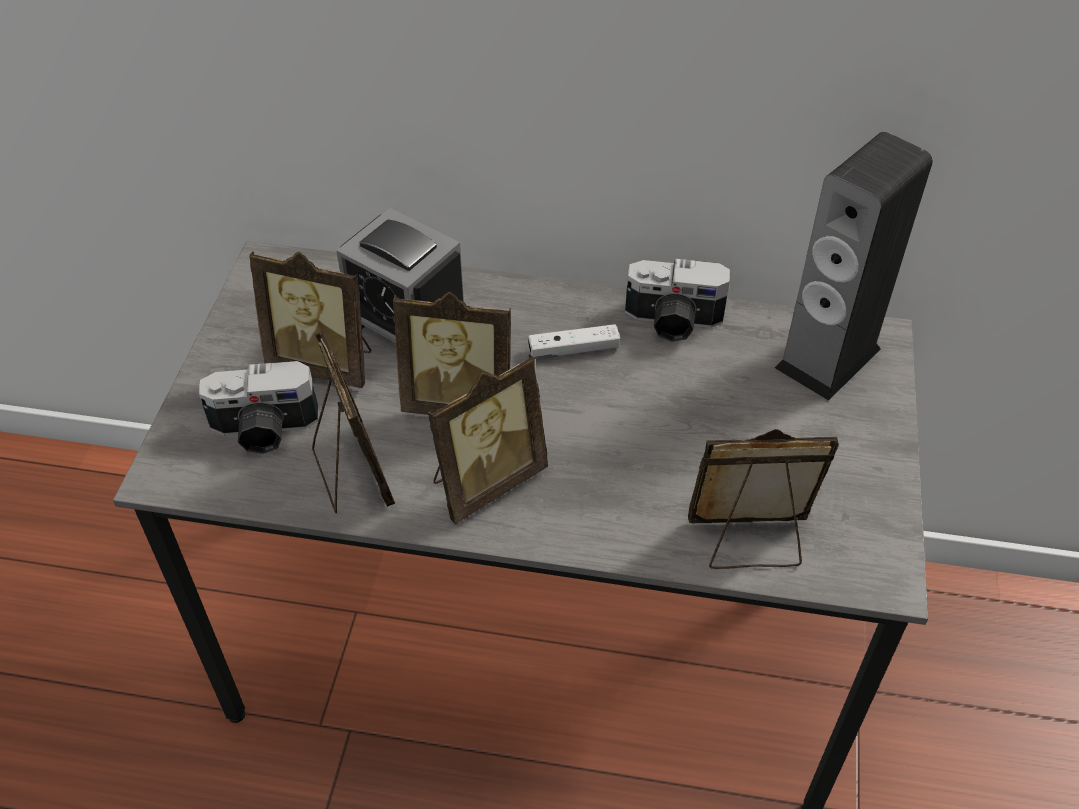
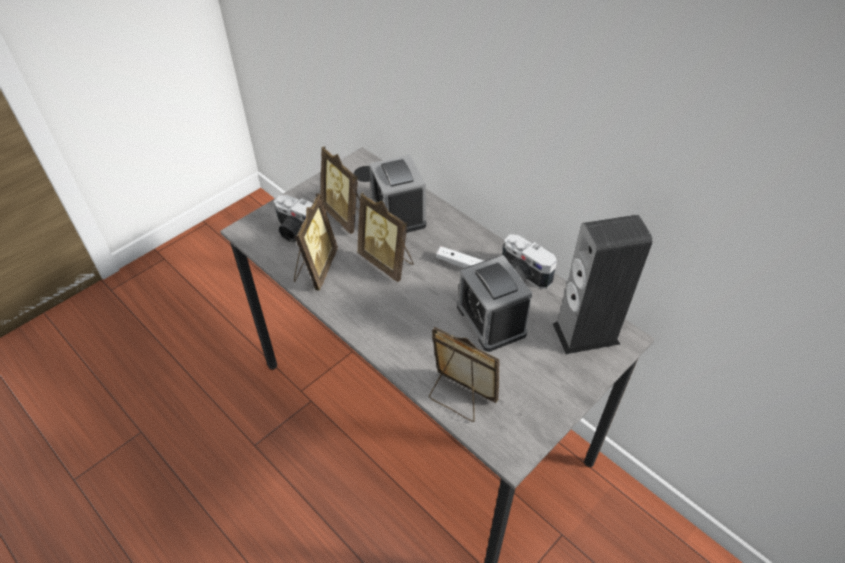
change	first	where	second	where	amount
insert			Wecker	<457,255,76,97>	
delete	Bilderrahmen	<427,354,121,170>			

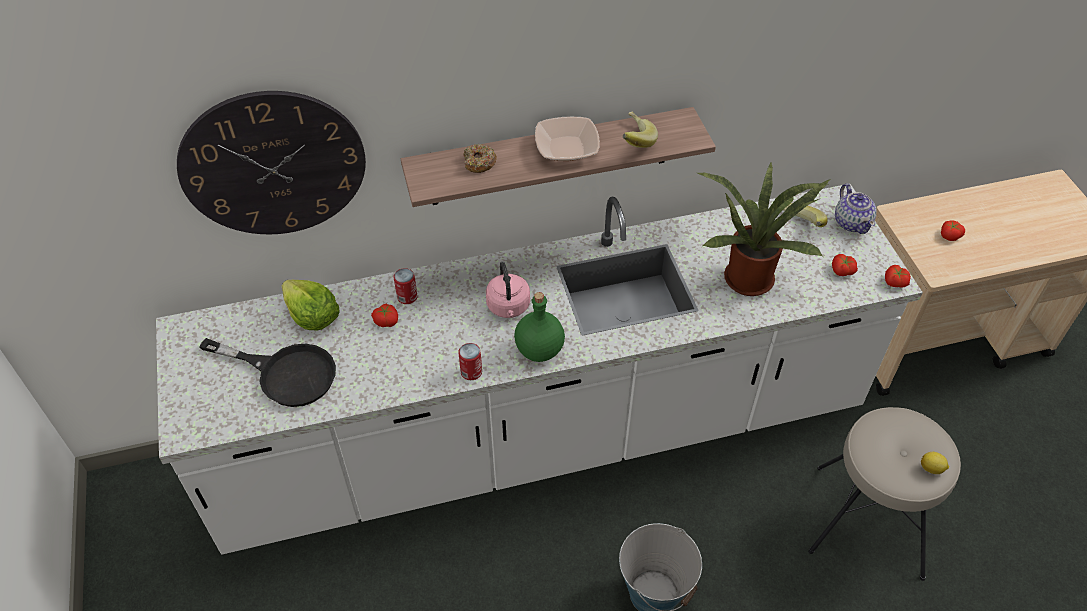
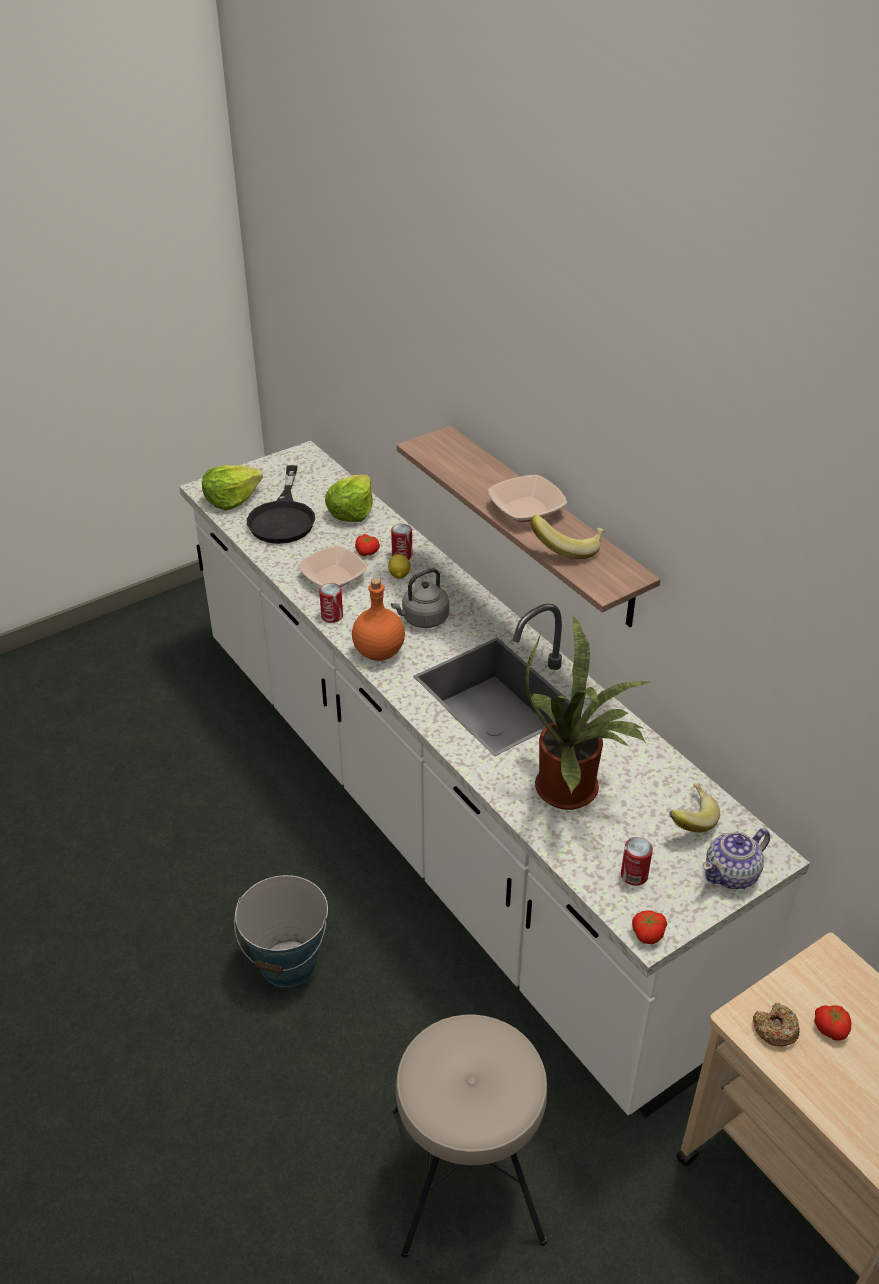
change	first	where	second	where	amount
insert			Salatkopf	<202,465,61,45>	
insert			Schüssel	<298,546,70,41>	
recolor	Flasche [grün]	<514,292,51,70>	Flasche [orange]	<352,578,53,83>	
move	Zitrone	<921,452,28,22>		<388,554,22,25>	
recolor	Wasserkessel [rosa]	<486,262,44,56>	Wasserkessel [grau]	<391,568,58,60>	
replace	Tomate	<832,254,26,22>	Dose	<621,837,32,49>	
move	Donut	<464,144,33,29>		<753,1003,47,44>	
delete	Wanduhr	<177,91,189,143>			

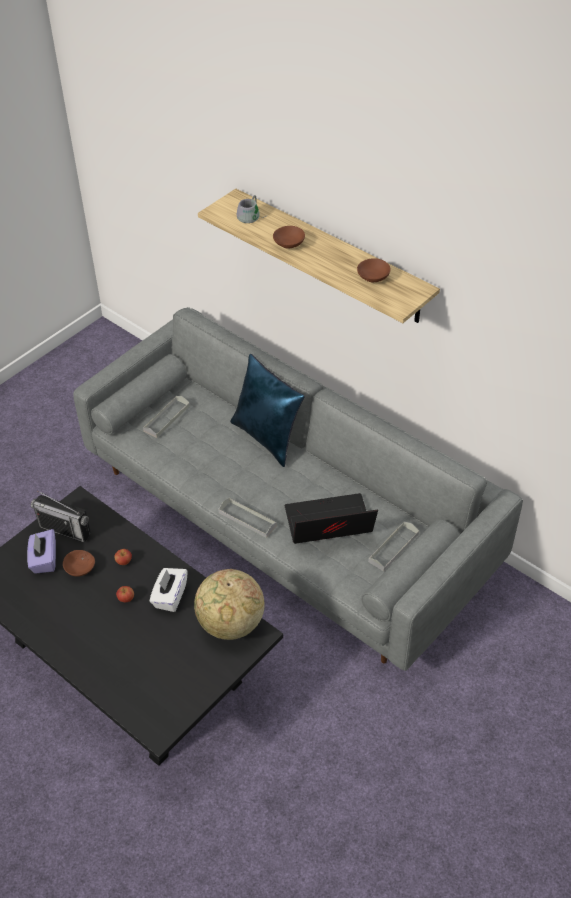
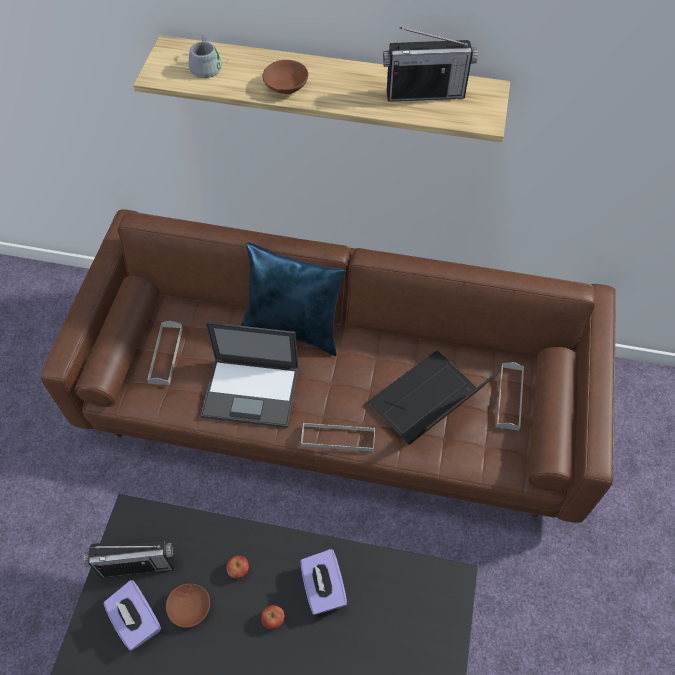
change	first	where	second	where	amount
recolor	Sofa [grau]	<73,307,450,364>	Sofa [braun]	<40,209,576,314>	
insert			Laptop	<201,322,98,106>	
recolor	Taschentuchbox [weiß]	<150,568,38,44>	Taschentuchbox [lila]	<300,549,47,66>	
replace	Schüssel [braun]	<357,258,34,24>	Radio	<383,27,95,75>	
delete	Globus	<194,569,71,71>			

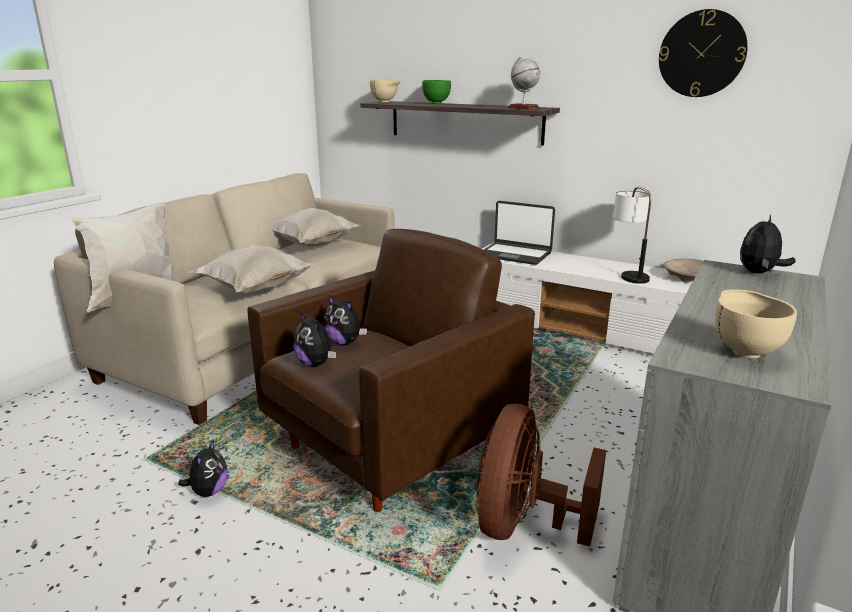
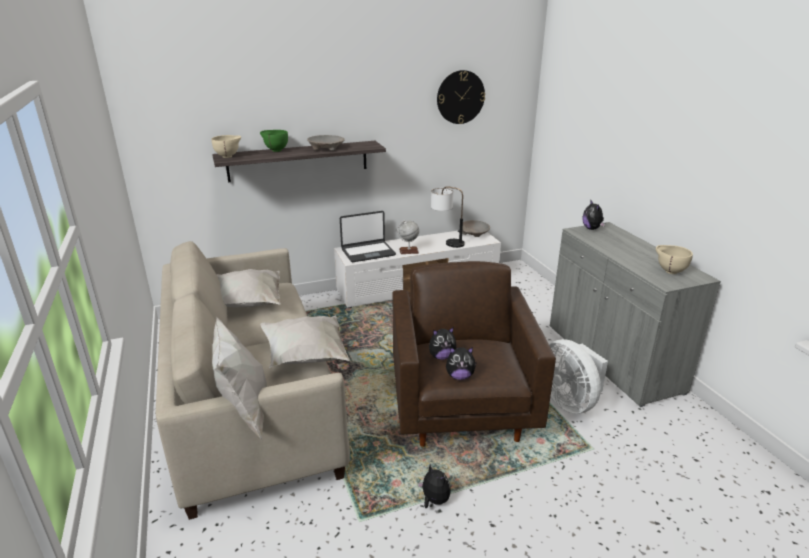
change	first	where	second	where	amount
insert			Schüssel [beige]	<307,135,38,16>	
move	Globus	<508,57,32,53>		<397,220,22,34>	
recolor	Ventilator [braun]	<476,404,130,143>	Ventilator [weiß]	<549,339,59,75>	

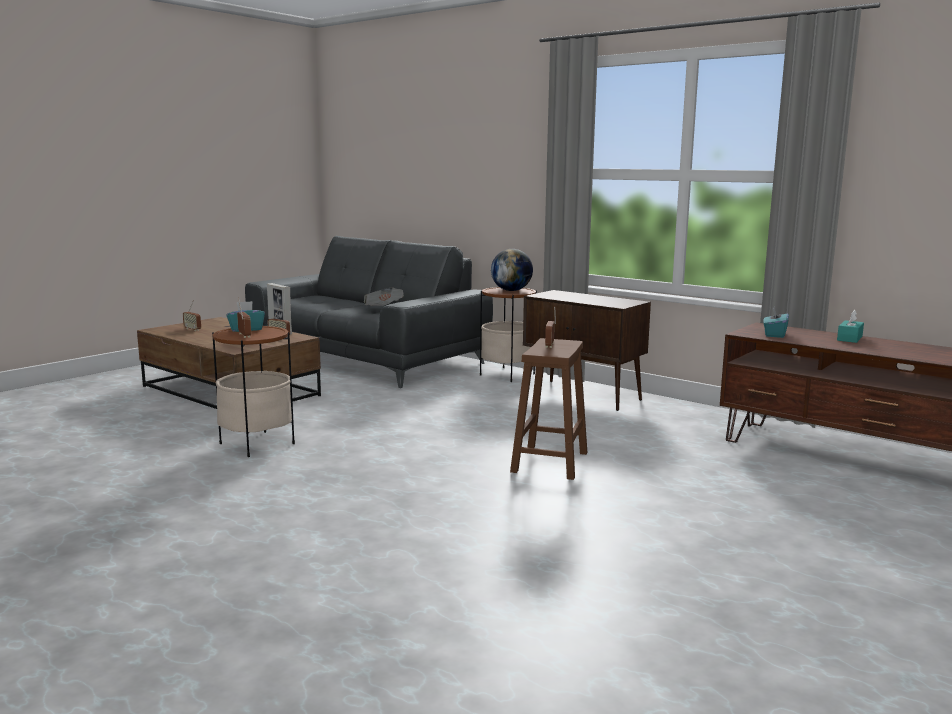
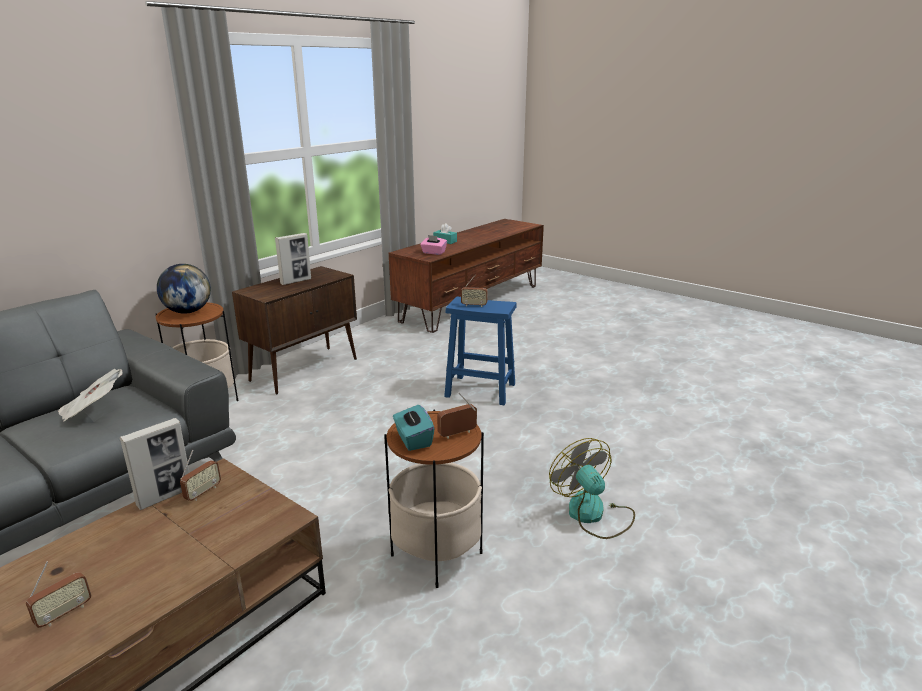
change	first	where	second	where	amount
insert			Bilderrahmen	<275,233,36,52>	
recolor	Taschentuchbox [türkis]	<763,307,26,31>	Taschentuchbox [rosa]	<420,235,27,20>	
recolor	Hocker [braun]	<510,338,77,142>	Hocker [blau]	<444,296,73,109>	
insert			Ventilator	<549,438,86,101>	

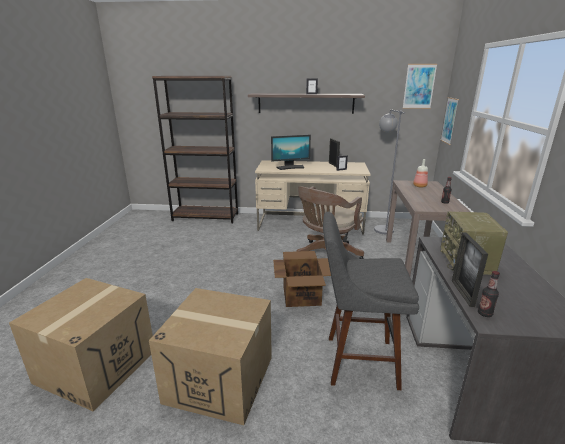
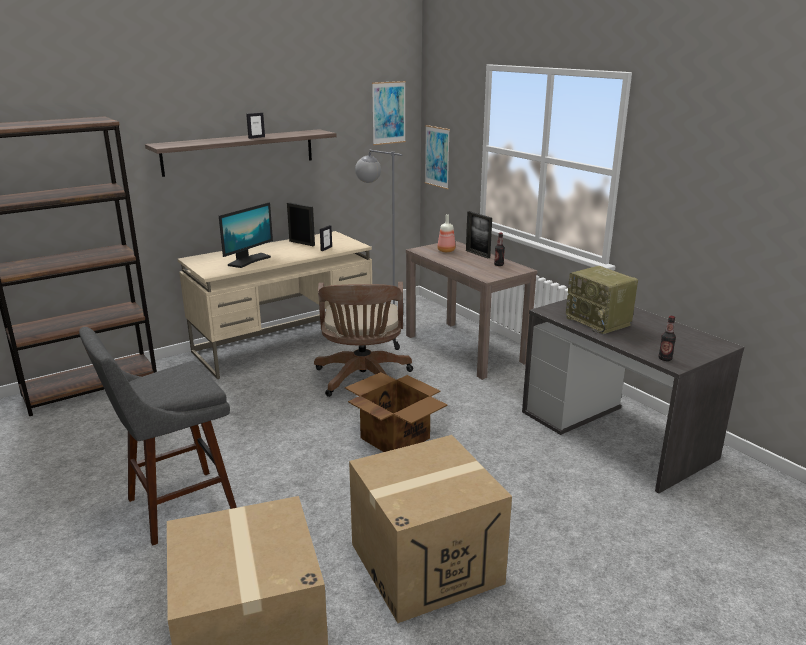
change	first	where	second	where	amount
move	Hocker [grau]	<323,212,96,178>		<79,327,158,219>	
move	Bilderrahmen	<452,233,36,74>		<466,211,26,48>	

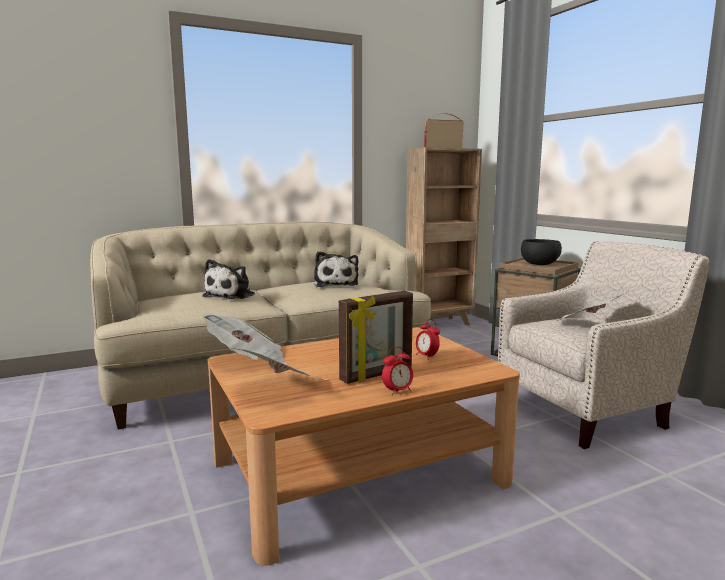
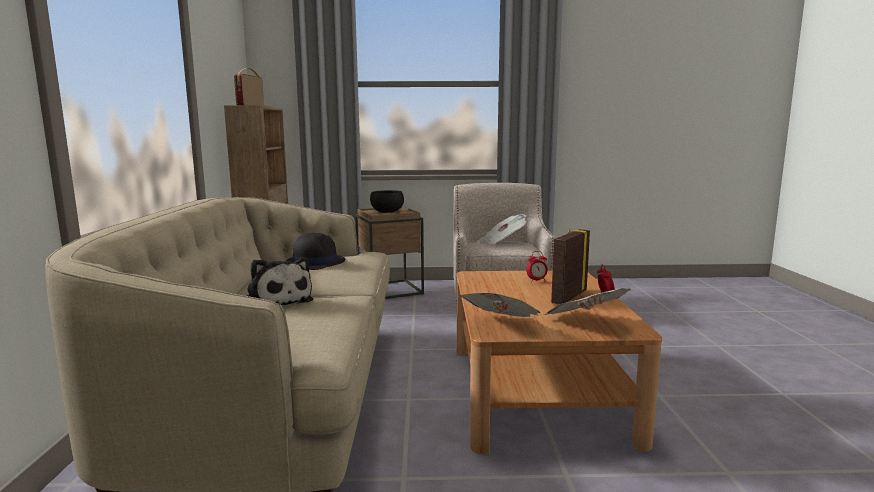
change	first	where	second	where	amount
replace	Plüschtier	<314,251,45,36>	Hut [schwarz]	<286,233,59,37>	
rotate	Bilderrahmen	<339,291,74,93>		<551,229,39,76>	135 degrees counterclockwise

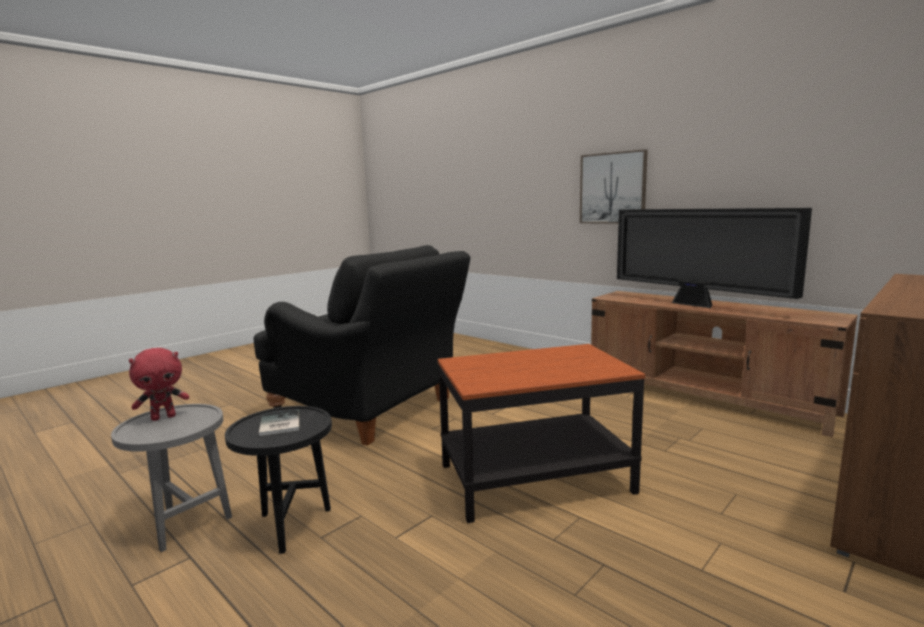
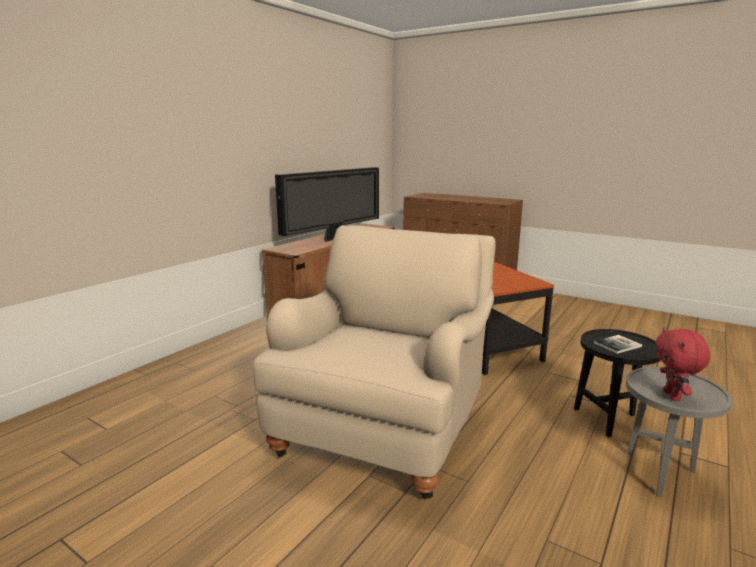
change	first	where	second	where	amount
recolor	Sessel [schwarz]	<254,245,216,200>	Sessel [beige]	<253,225,243,274>	
rotate	Plüschtier [rot]	<129,348,60,73>		<655,327,55,74>	135 degrees counterclockwise
delete	Bild	<580,149,68,75>			

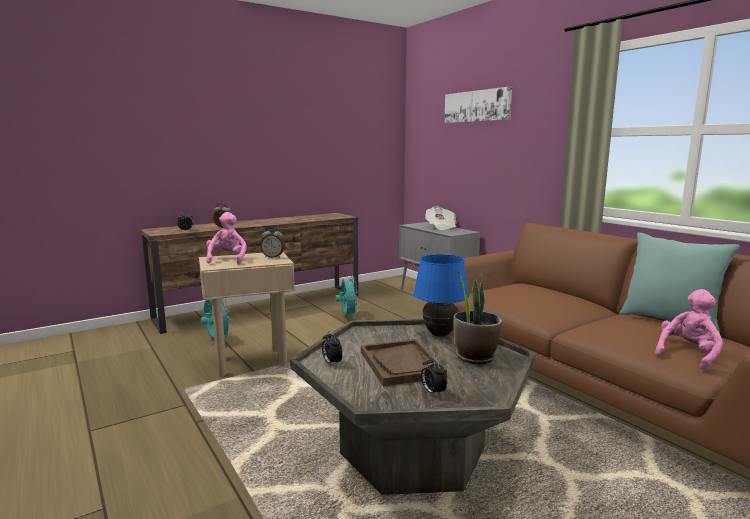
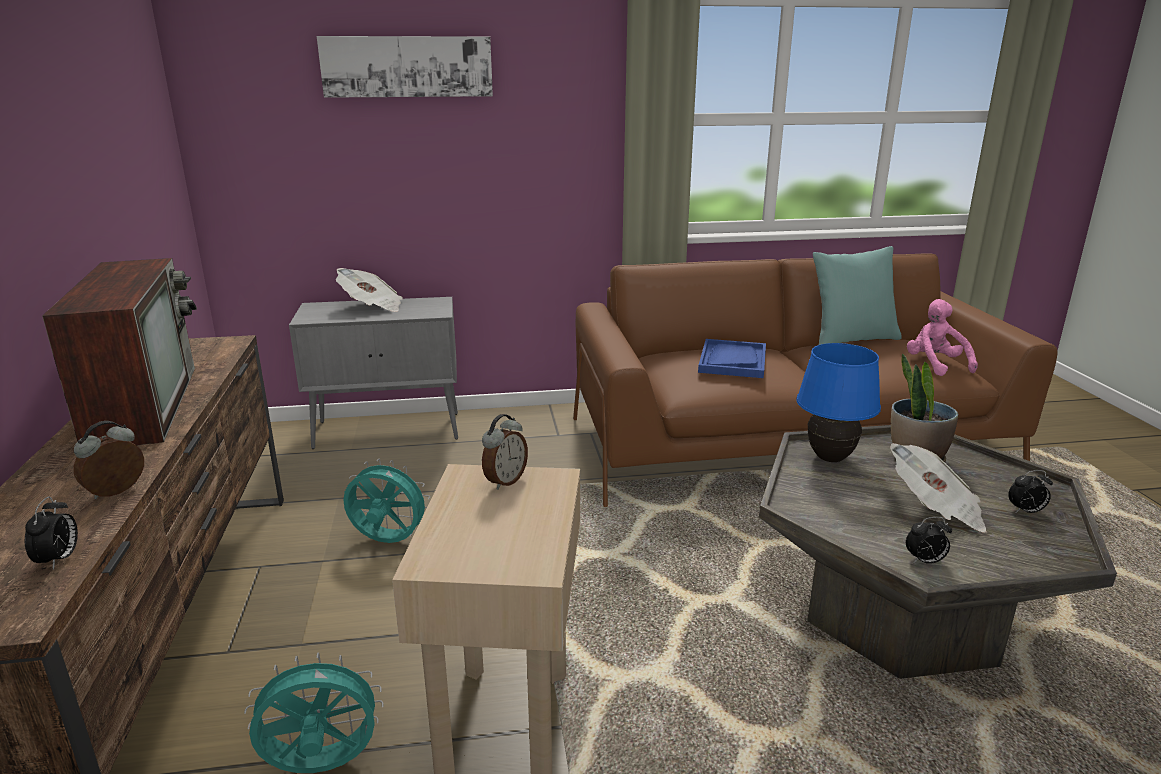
change	first	where	second	where	amount
insert			Fernseher	<42,258,155,188>	
insert			Tablett [blau]	<698,339,68,39>	
replace	Tablett [braun]	<361,339,86,47>	Zeitung	<890,443,97,90>	
delete	Plüschtier [rosa]	<206,212,40,52>			

